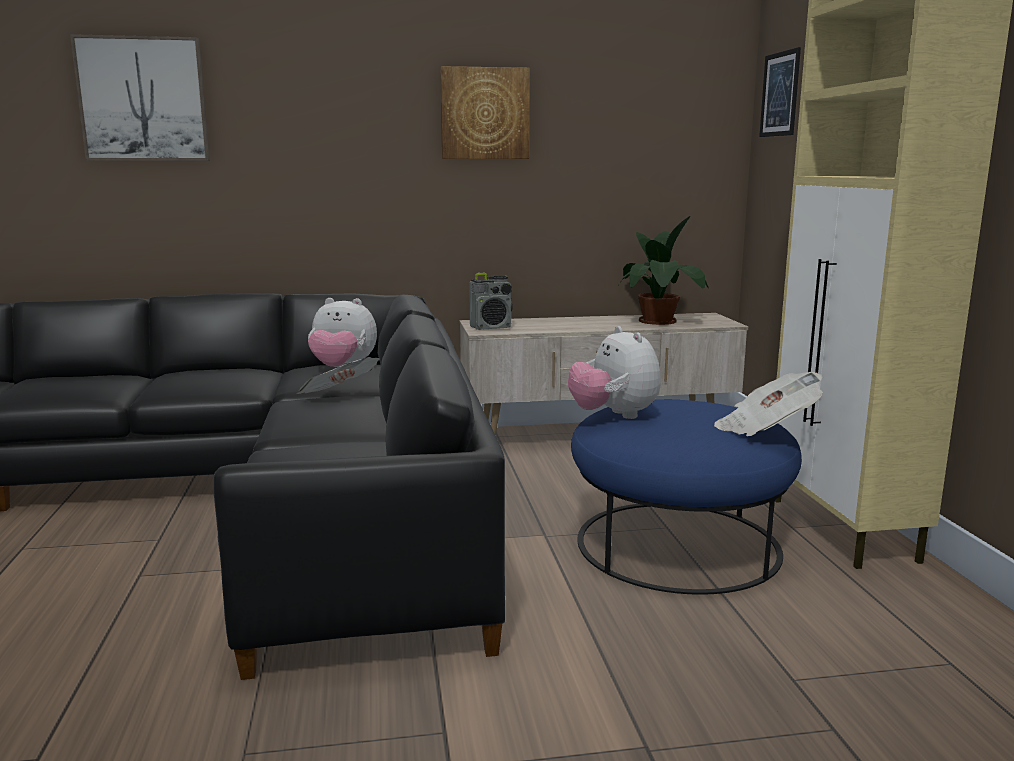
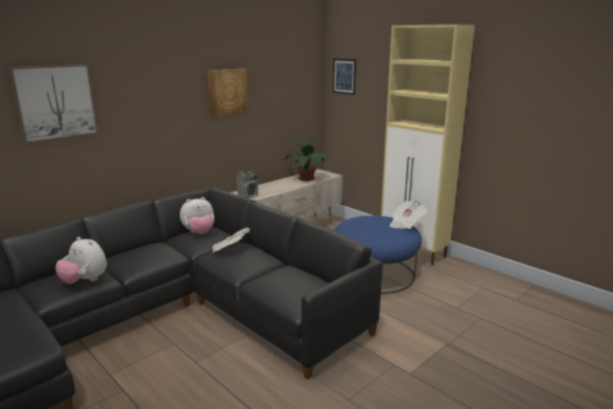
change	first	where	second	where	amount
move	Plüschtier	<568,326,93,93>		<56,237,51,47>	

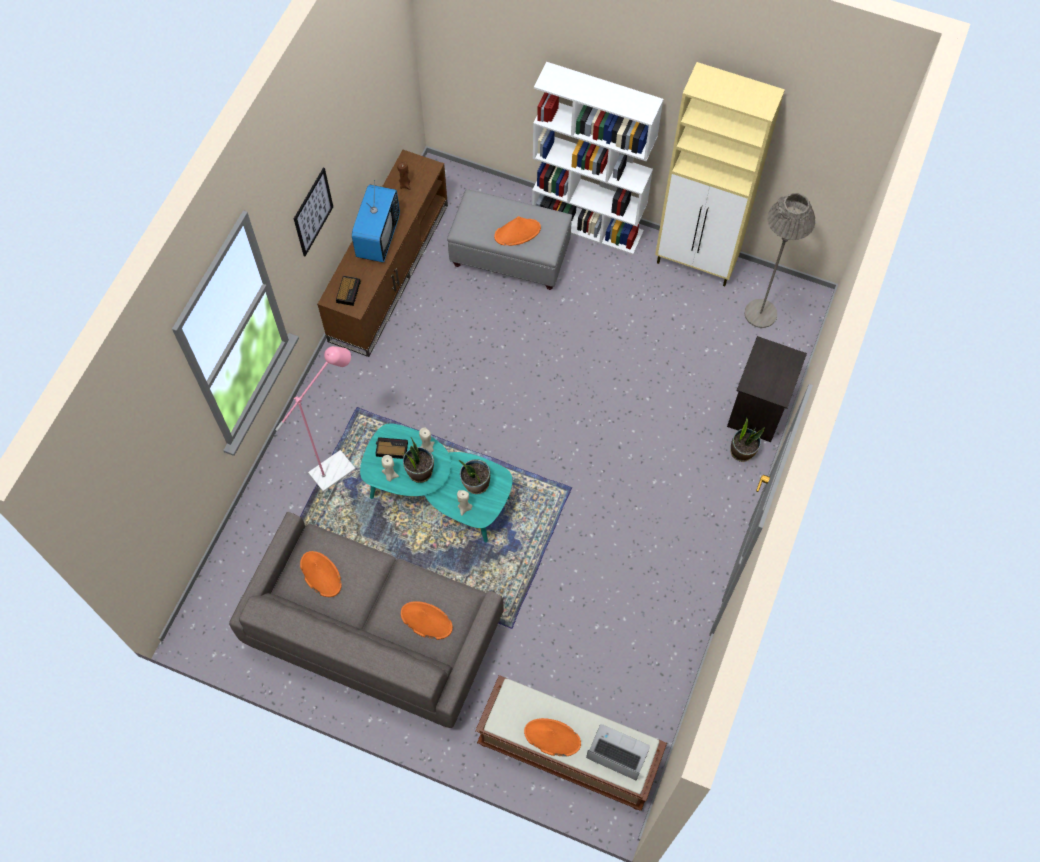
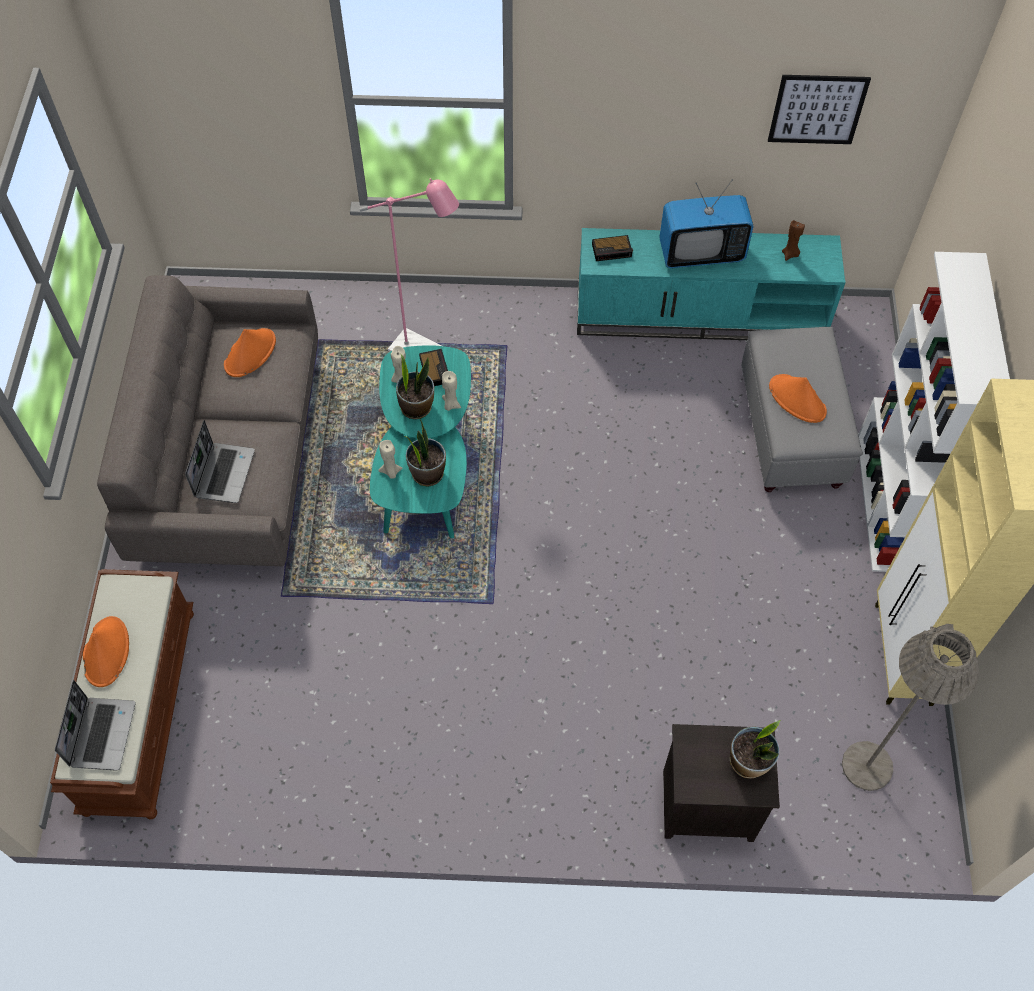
change	first	where	second	where	amount
replace	Hut [orange]	<401,601,52,39>	Laptop	<185,420,70,83>	
recolor	Fernsehschrank [braun]	<317,150,131,207>	Fernsehschrank [türkis]	<577,228,269,112>	
move	Topfpflanze	<731,418,34,44>		<730,720,50,58>	
move	Bild	<294,168,39,88>		<768,75,103,69>	

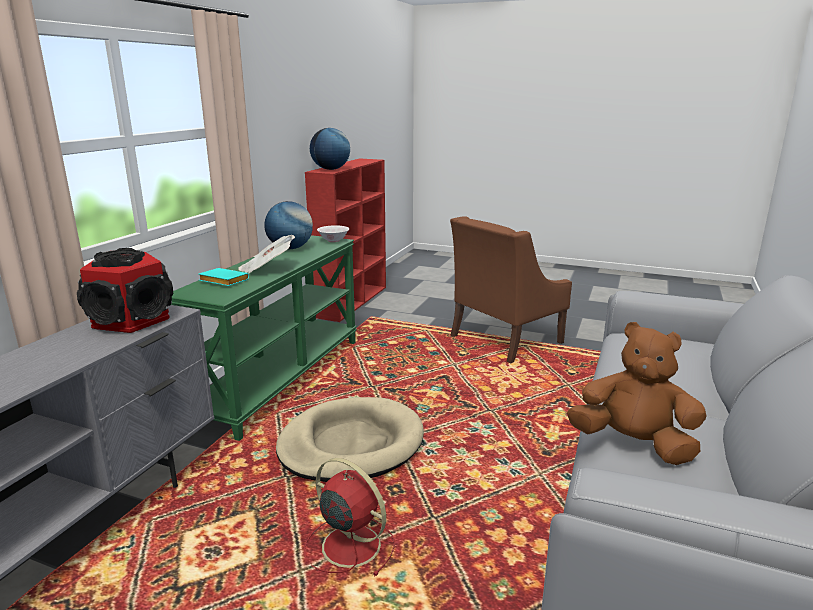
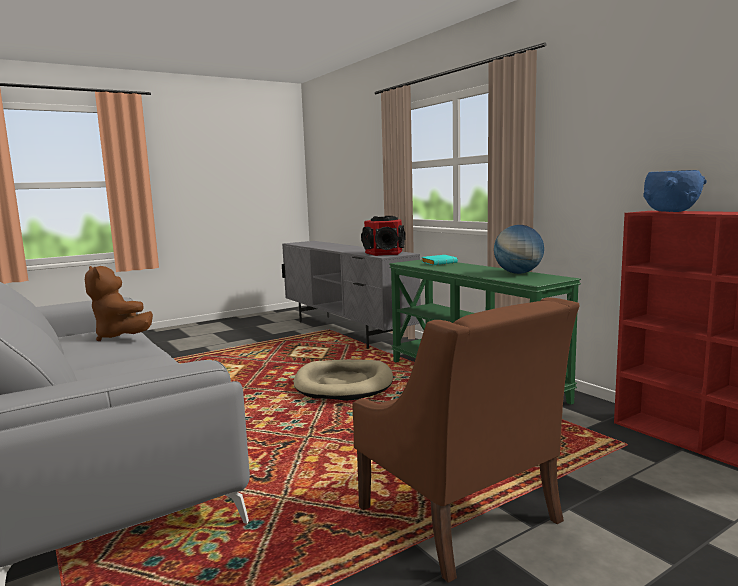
change	first	where	second	where	amount
rotate	Plüschtier [braun]	<567,322,140,143>		<85,266,68,75>	75 degrees clockwise
rotate	Sessel [braun]	<450,216,122,147>		<352,297,227,286>	150 degrees clockwise
replace	Globus	<310,128,40,42>	Schüssel [blau]	<643,170,64,42>	
delete	Zeitung	<238,235,57,38>			
delete	Ventilator [rot]	<304,458,91,119>			
delete	Schüssel [weiß]	<317,225,32,17>			

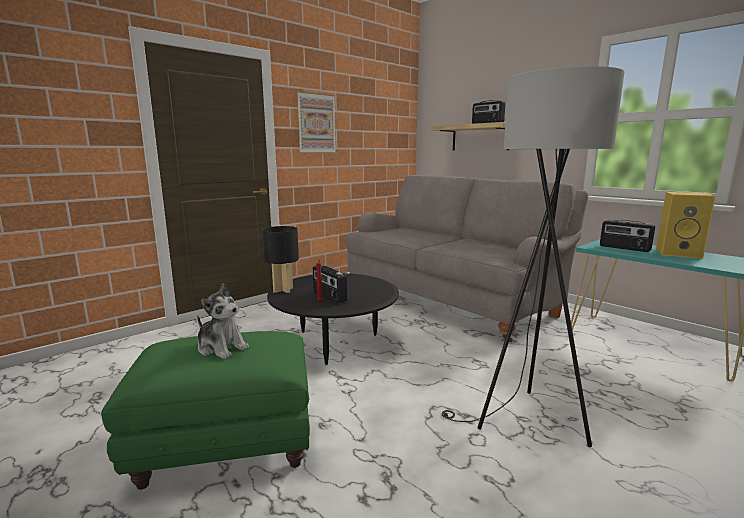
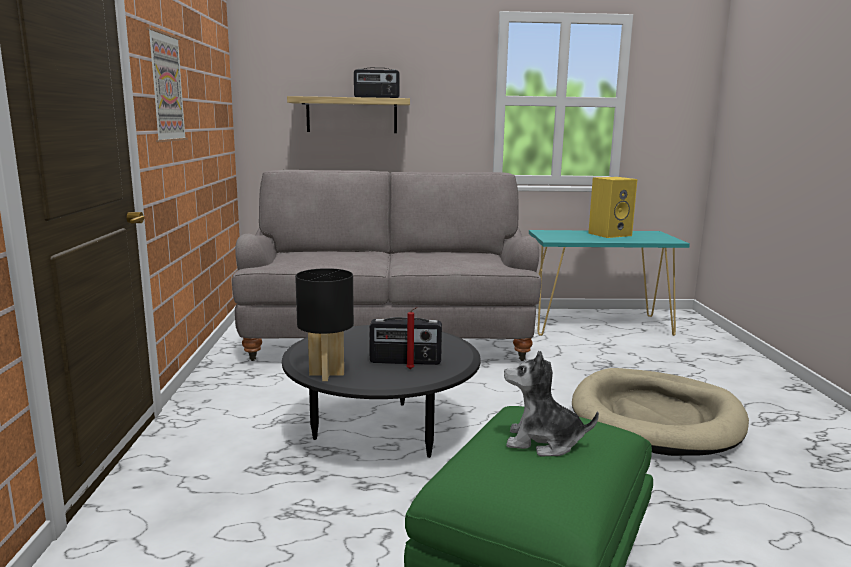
change	first	where	second	where	amount
rotate	Plüschtier	<197,283,52,76>		<504,351,95,106>	150 degrees counterclockwise
replace	Stehlampe [grau]	<442,66,183,381>	Hundebett [beige]	<572,368,177,88>	
delete	Radio	<600,220,55,32>			

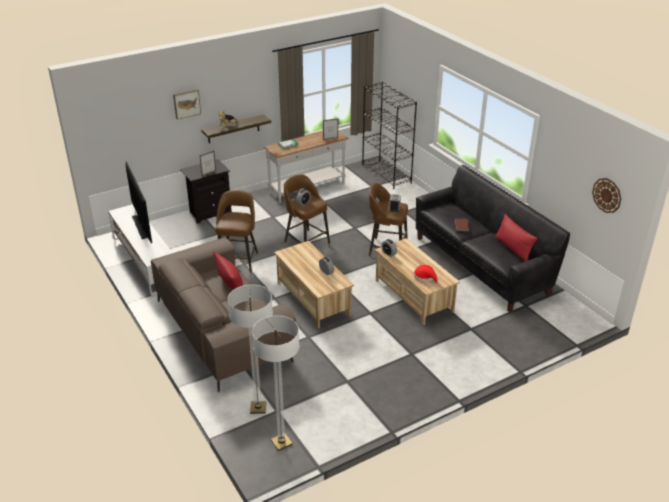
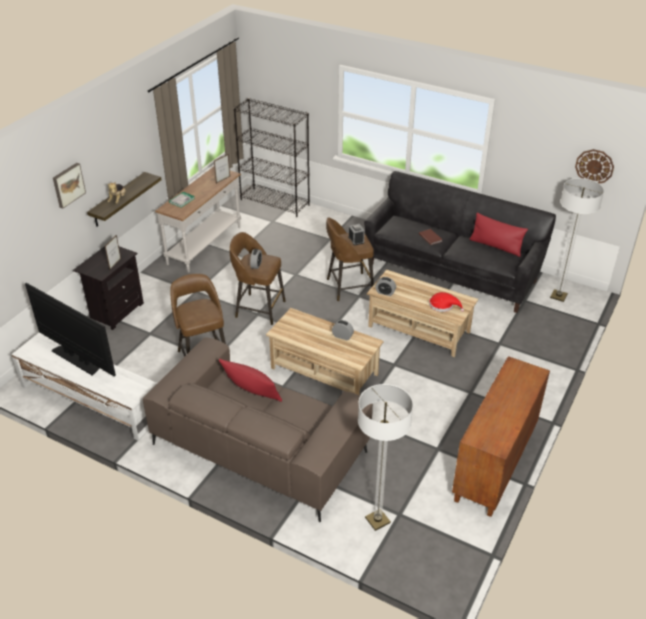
change	first	where	second	where	amount
insert			Schrank [braun]	<452,356,98,161>	
move	Stehlampe	<252,315,48,136>		<550,178,54,124>	

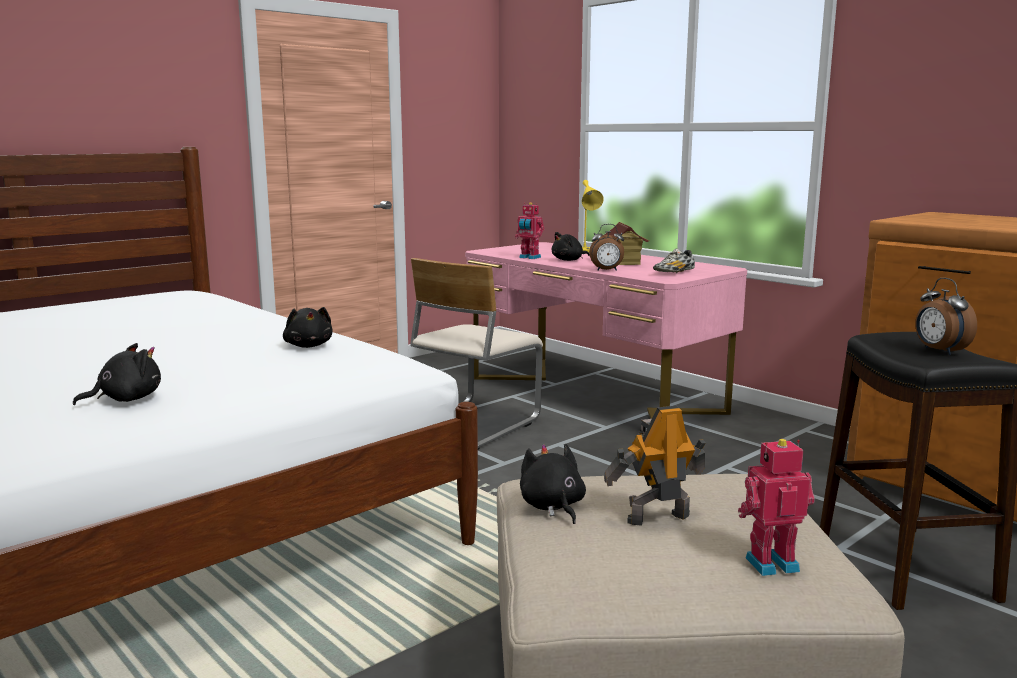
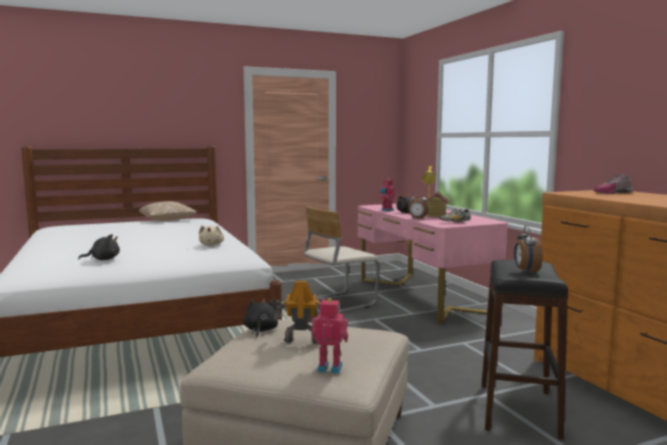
change	first	where	second	where	amount
insert			Kissen	<139,201,59,20>	
recolor	Plüschtier [schwarz]	<283,307,49,41>	Plüschtier [beige]	<199,225,25,21>	
insert			Schuh	<594,173,39,21>	

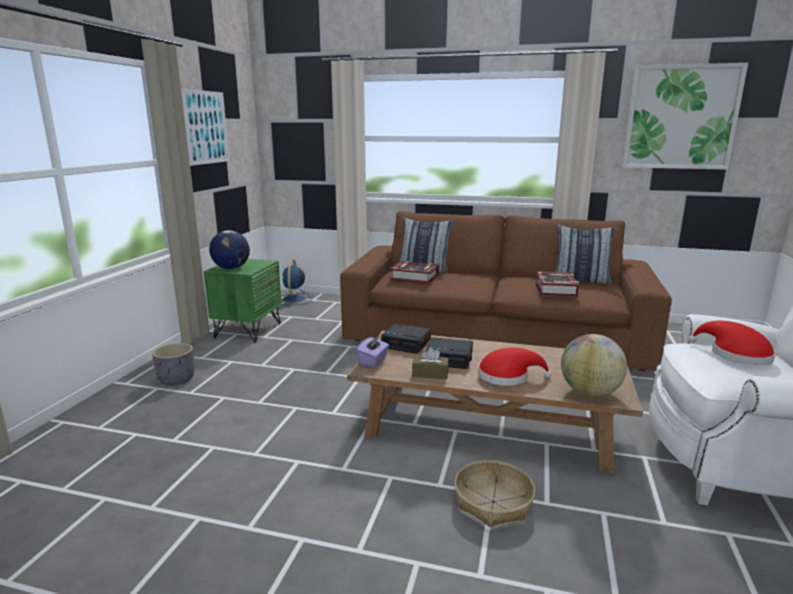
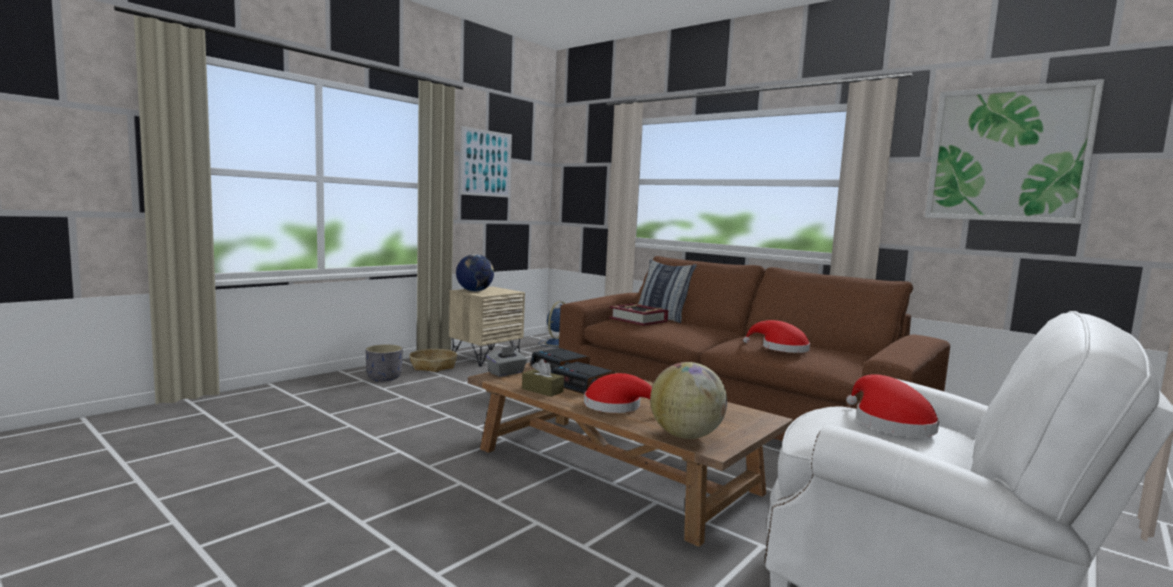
change	first	where	second	where	amount
move	Korb	<455,460,80,67>		<409,349,48,23>	
recolor	Nachttisch [grün]	<204,259,78,84>	Nachttisch [beige]	<449,287,76,80>	
recolor	Taschentuchbox [lila]	<356,336,33,31>	Taschentuchbox [grau]	<486,346,41,31>	
replace	Buch	<535,271,44,26>	Hut [rot]	<743,320,67,33>	
delete	Kissen	<555,225,61,59>			

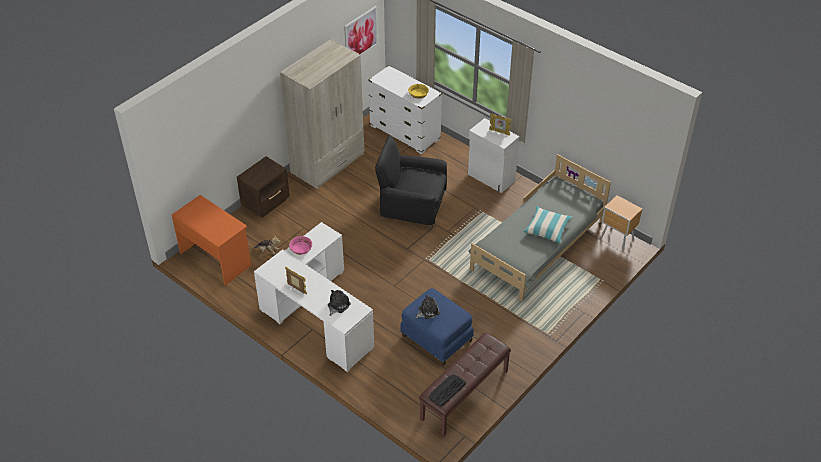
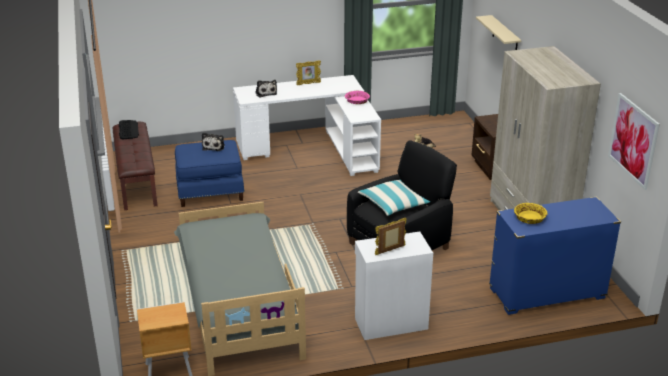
change	first	where	second	where	amount
move	Kissen	<524,206,49,38>		<358,180,72,36>	
insert			Wandregal [beige]	<476,15,45,35>	
recolor	Kommode [weiß]	<368,66,74,88>	Kommode [blau]	<489,196,132,119>	
delete	Schreibtisch [orange]	<172,195,79,90>			

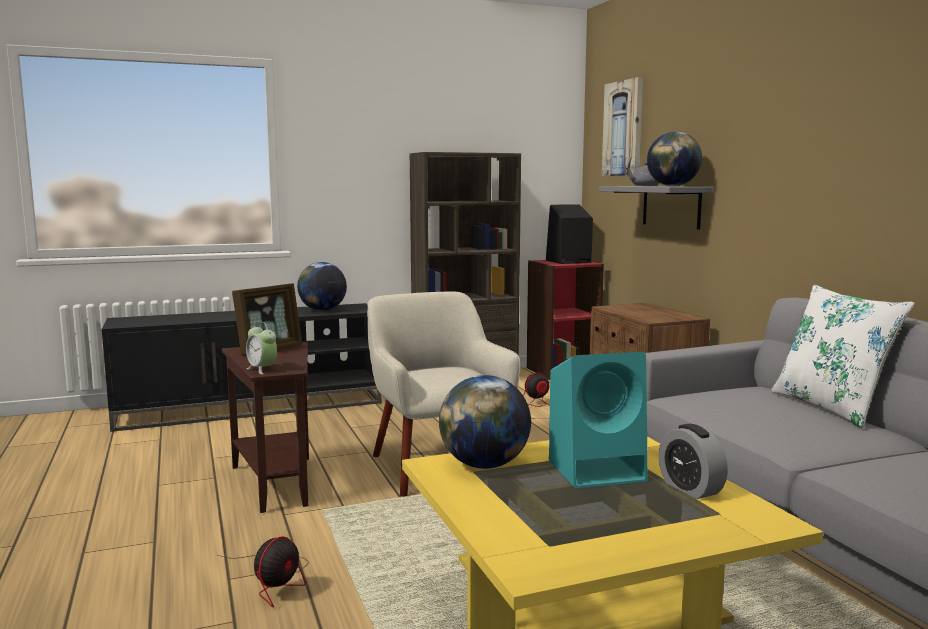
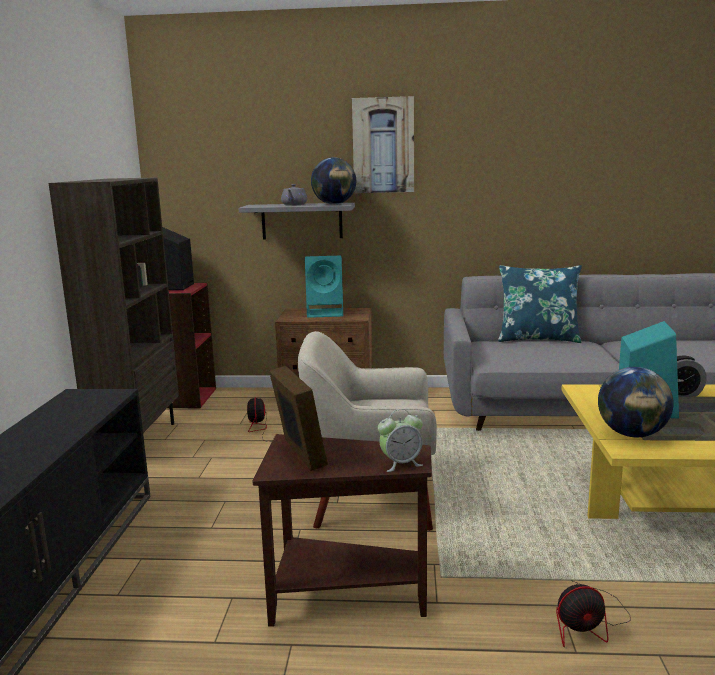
change	first	where	second	where	amount
insert			Lautsprecher [türkis]	<305,256,38,62>	
move	Bild	<602,77,41,99>		<352,96,62,97>	
recolor	Kissen [weiß]	<771,284,144,144>	Kissen [blau]	<498,265,84,78>	
rotate	Ventilator	<218,536,91,72>		<556,580,75,67>	120 degrees clockwise
delete	Globus	<297,262,50,49>			

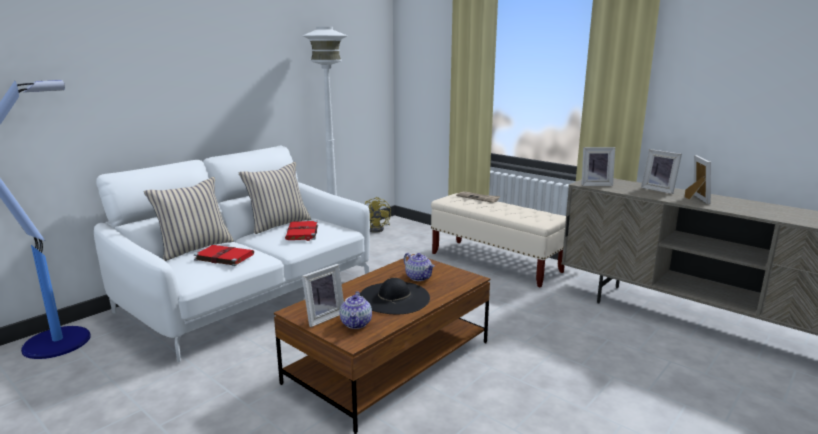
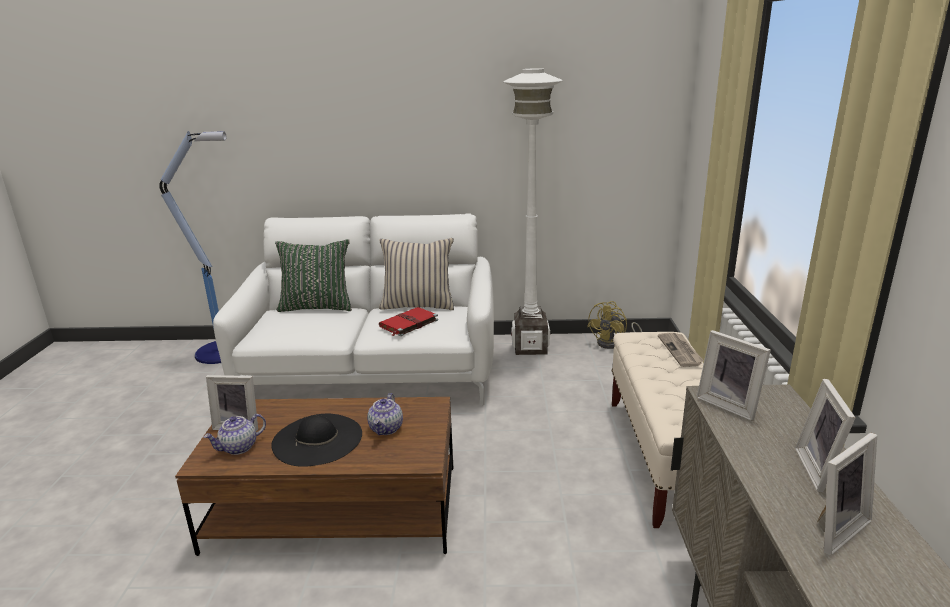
change	first	where	second	where	amount
recolor	Kissen [beige]	<144,177,90,84>	Kissen [grün]	<275,239,77,73>	
delete	Buch [rot]	<194,245,60,21>			

